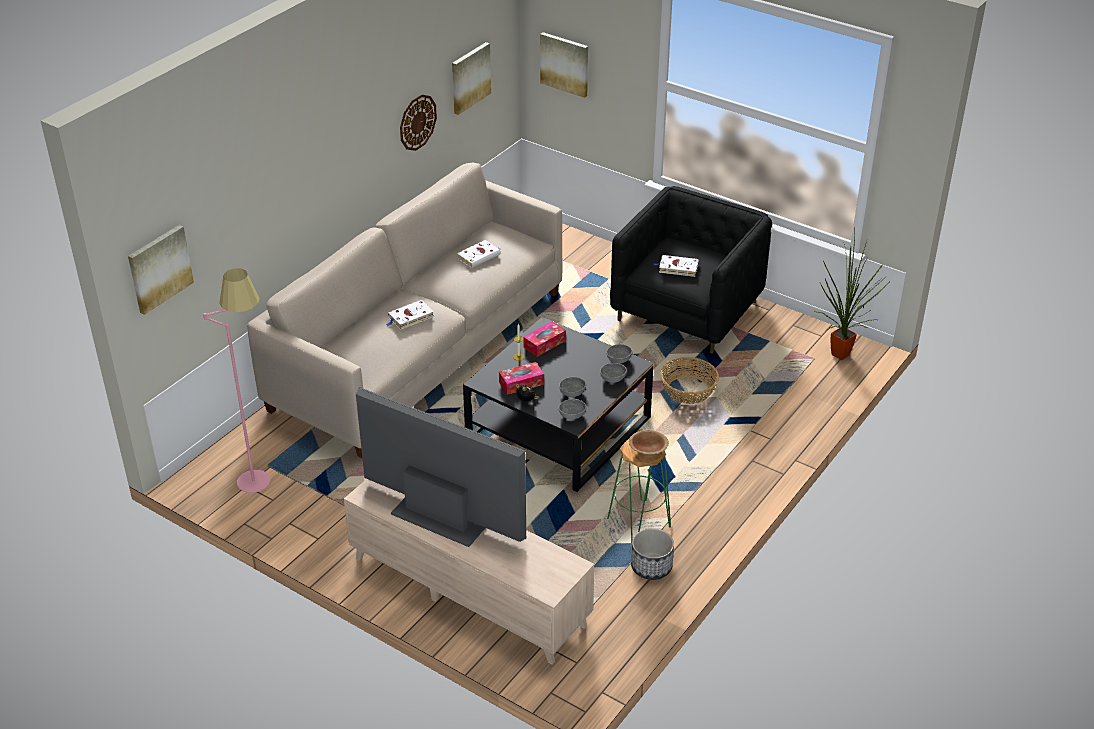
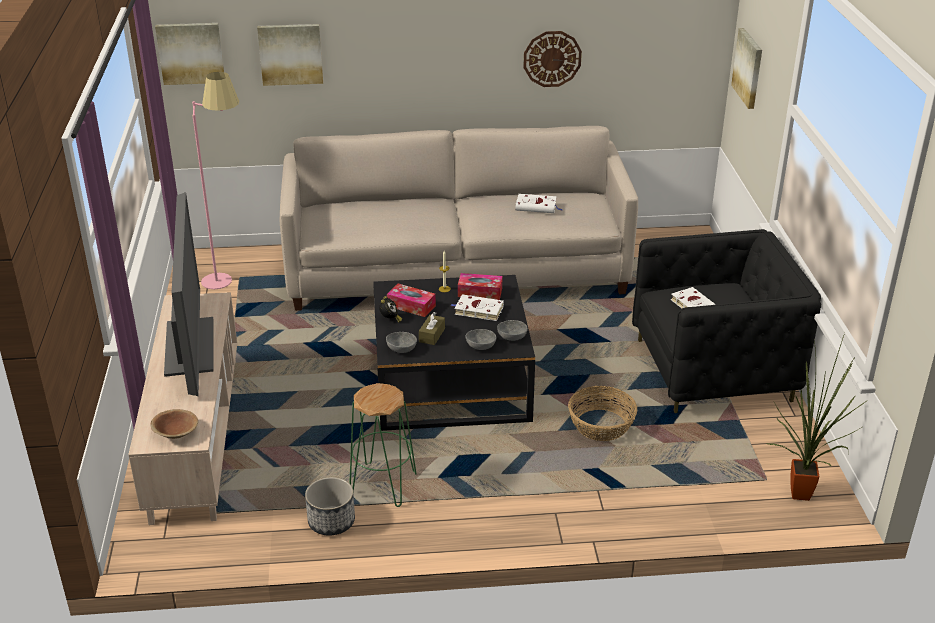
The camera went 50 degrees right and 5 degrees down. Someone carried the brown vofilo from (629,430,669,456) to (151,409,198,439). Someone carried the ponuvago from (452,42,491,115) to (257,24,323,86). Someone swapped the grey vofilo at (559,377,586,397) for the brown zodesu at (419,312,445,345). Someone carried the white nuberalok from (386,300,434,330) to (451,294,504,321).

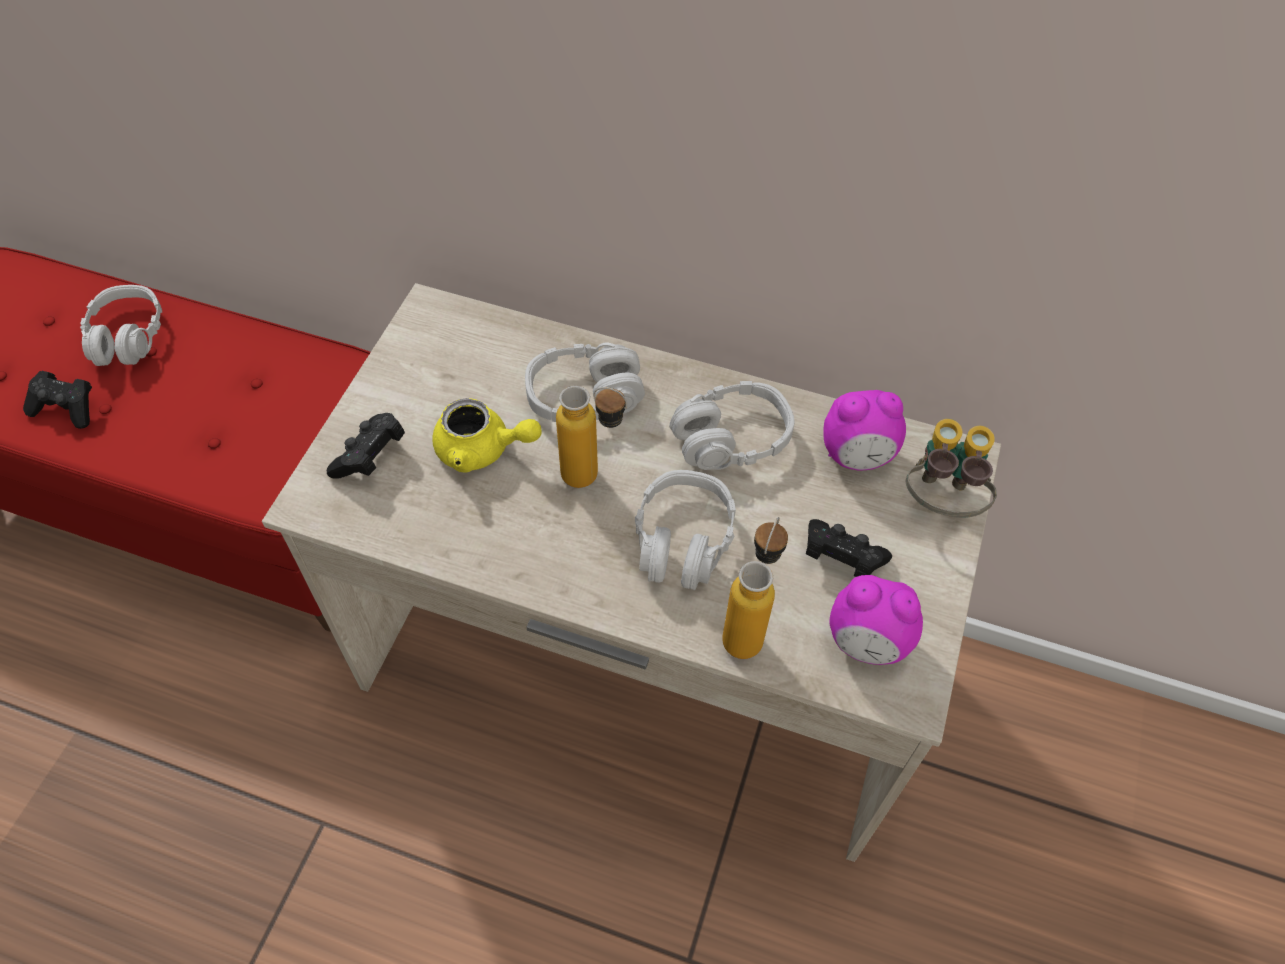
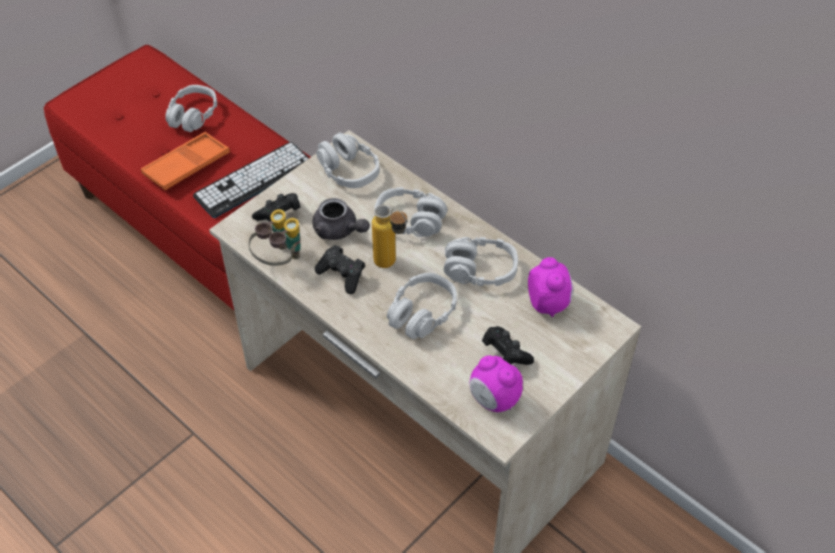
The camera went 25 degrees right and 5 degrees down. Someone put down the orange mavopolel at (141,132,230,190). Someone put down the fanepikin at (193,142,309,218). Someone carried the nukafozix from (906,419,997,518) to (249,209,301,266). Someone repainted the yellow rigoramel at (432,398,542,473), which became the grey rigoramel at (312,198,370,240). Someone carried the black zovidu from (23,371,92,429) to (315,245,365,294). Someone put down the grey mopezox at (316,132,379,188). Someone rotated the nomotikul at (823,390,906,471) by 120 degrees counterclockwise. Someone took away the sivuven at (722,517,788,659).

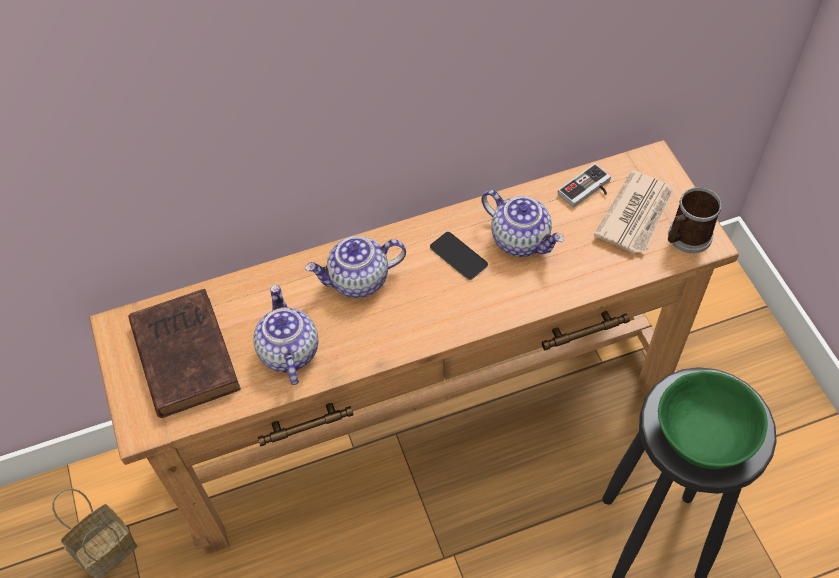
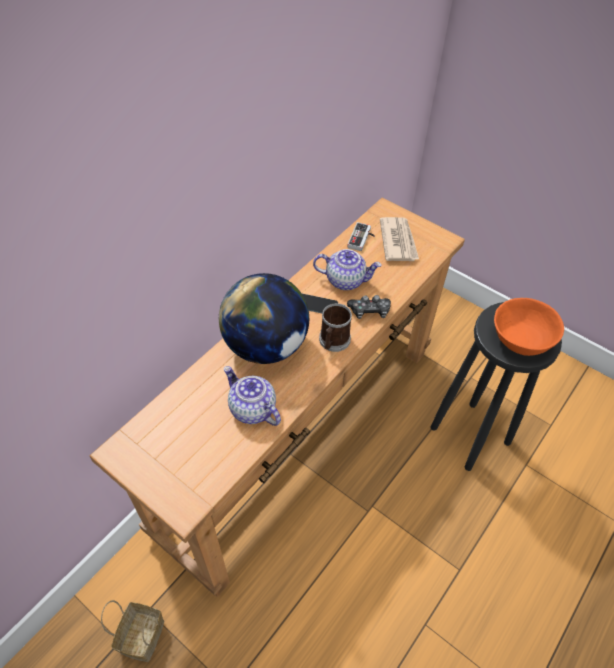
The camera went 35 degrees left and 5 degrees down. Someone swapped the rigoramel at (305,236,406,298) for the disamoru at (219,273,309,364). Someone carried the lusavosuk from (668,187,722,254) to (319,303,352,352). Someone put down the zovidu at (347,295,391,319). Someone repainted the green vofilo at (658,371,768,469), which became the orange vofilo at (494,298,564,356). Someone took away the brown nuberalok at (128,289,241,418).

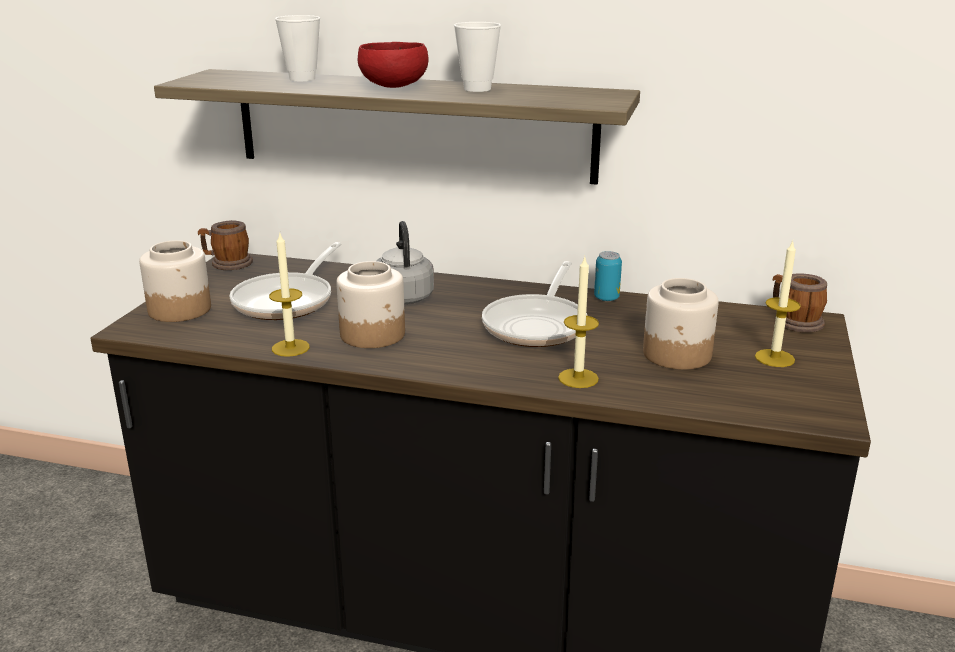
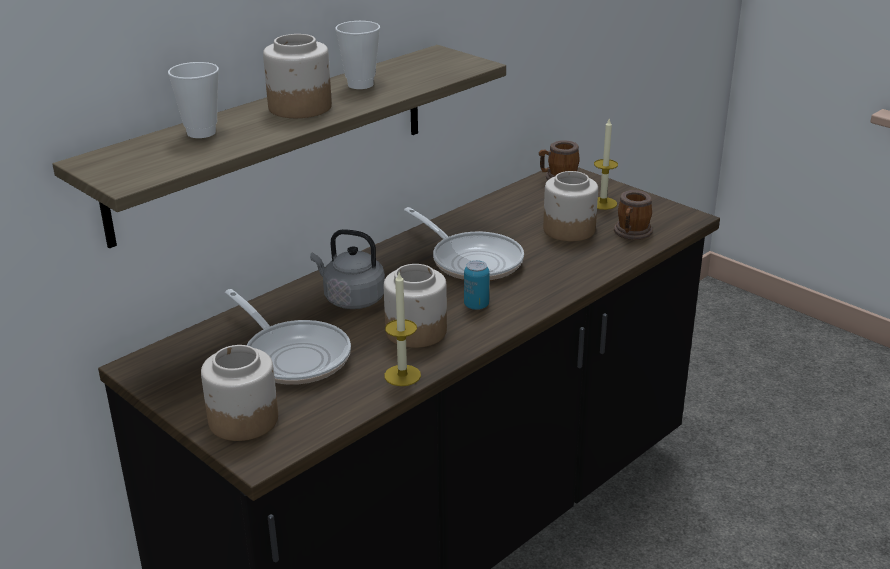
The camera went 60 degrees left and 5 degrees up. Someone swapped the red vofilo at (358,42,429,88) for the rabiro at (263,34,332,118). Someone carried the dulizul from (594,251,622,301) to (464,260,490,310). Someone carried the lusavosuk from (198,220,253,270) to (614,190,653,240). Someone took away the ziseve at (558,257,599,388).

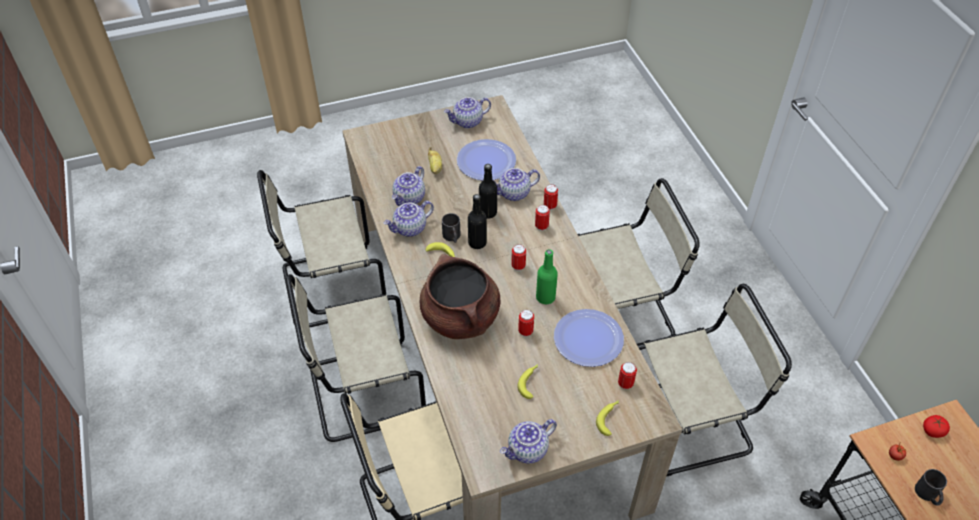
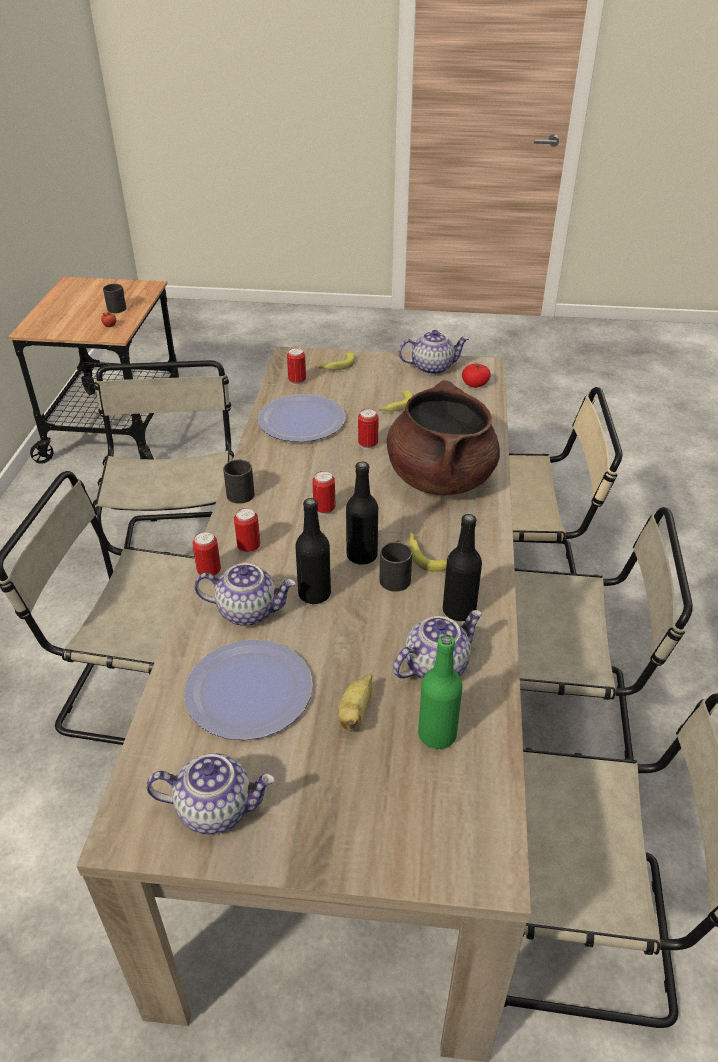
The camera went 155 degrees left and 10 degrees down. Someone rotated the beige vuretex at (638,284,792,477) by 75 degrees clockwise. Someone put down the black lusavosuk at (223,459,255,504). Someone carried the green sivuven from (536,249,558,304) to (418,635,463,749). Someone swapped the rigoramel at (384,201,434,237) for the black sivuven at (443,514,482,621). Someone carried the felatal from (923,415,950,438) to (462,364,491,388).

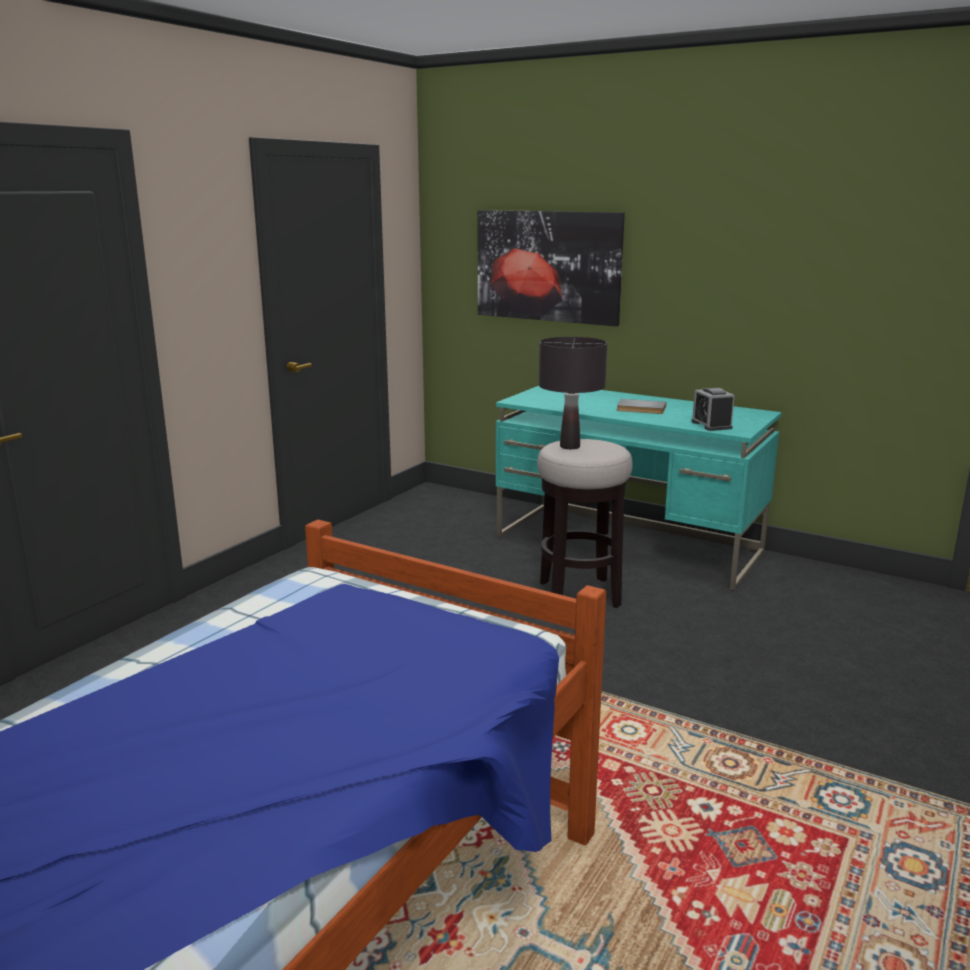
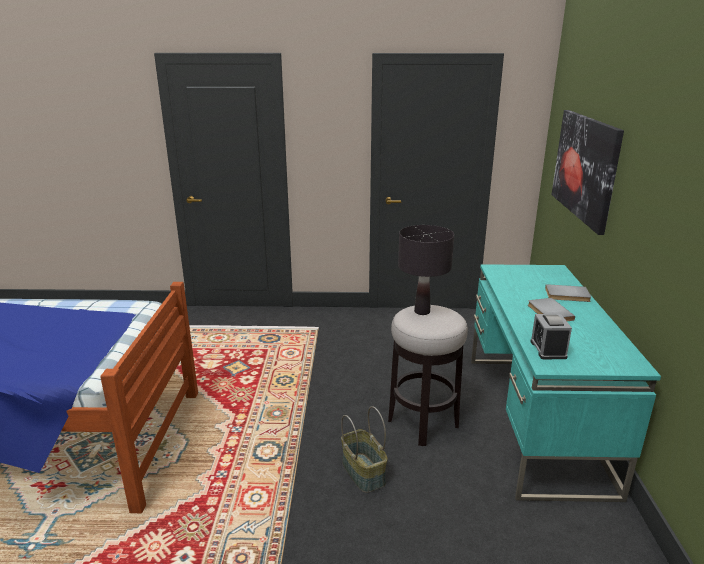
The camera went 60 degrees right and 5 degrees up. Someone put down the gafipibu at (341,406,388,493). Someone rotated the nomotikul at (691,388,735,431) by 45 degrees counterclockwise. Someone put down the grey nuberalok at (545,284,591,302).

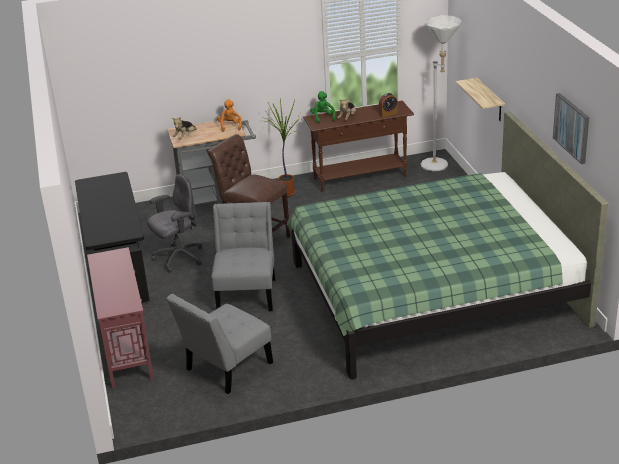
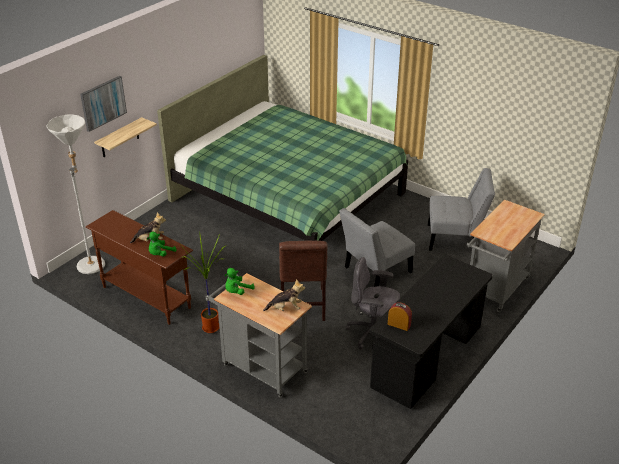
The camera went 130 degrees left and 5 degrees up. Someone carried the ponuvago from (553,93,589,164) to (80,76,127,132). Someone repainted the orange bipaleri at (217,99,242,132), which became the green bipaleri at (225,268,255,295). Someone carried the nomotikul from (379,93,398,117) to (388,302,412,331). Someone swapped the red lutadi at (87,247,154,388) for the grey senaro at (467,200,545,312).

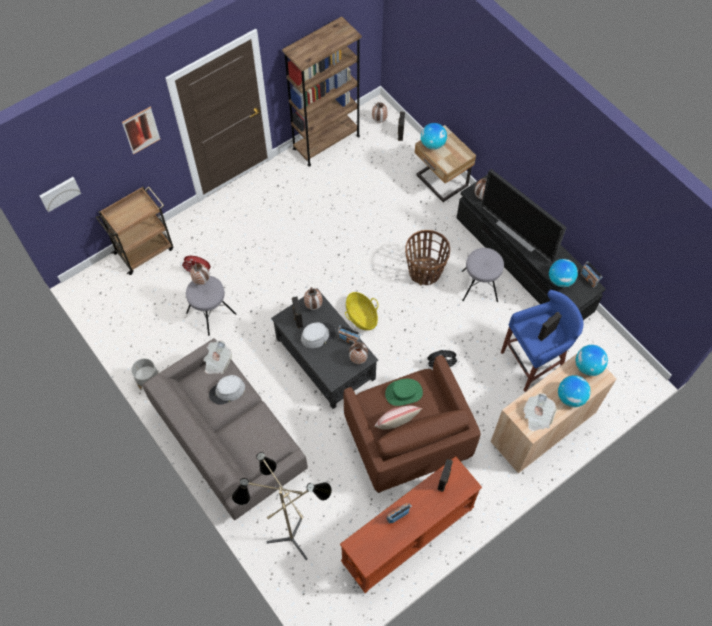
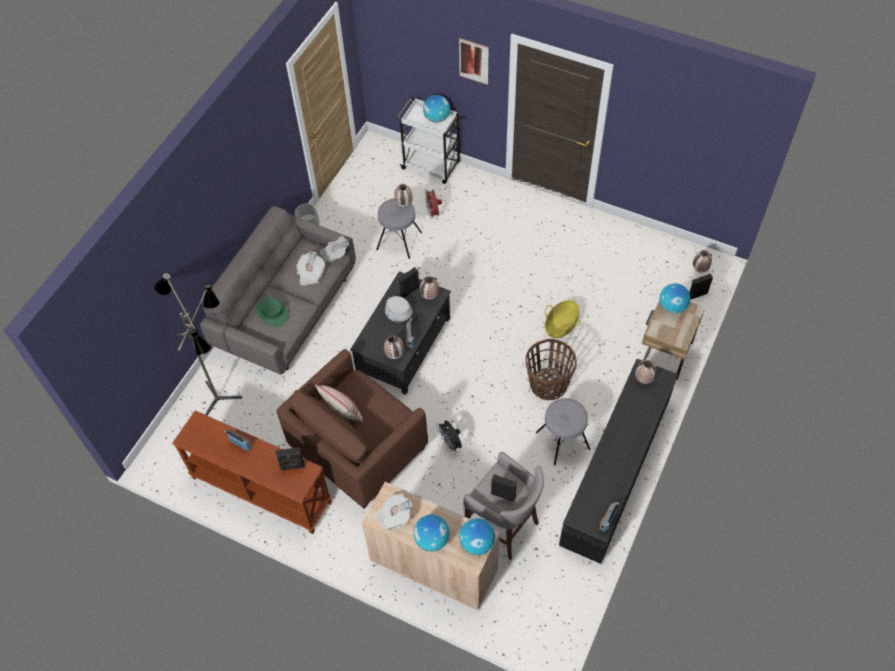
The camera went 65 degrees right and 5 degrees down. Someone carried the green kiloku from (385,379,423,406) to (256,297,289,327). Someone swapped the grey kiloku at (209,375,245,405) for the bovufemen at (296,252,325,285). Someone repainted the brown senaro at (96,186,173,275), which became the white senaro at (396,98,463,184). Someone carried the disamoru from (549,259,578,287) to (423,95,450,123). Someone repainted the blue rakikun at (501,290,583,392), which became the grey rakikun at (463,452,544,560). Someone carried the gafipibu from (345,292,379,330) to (545,300,580,338). Someone took away the ponuvago at (40,177,81,212). Someone took away the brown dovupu at (282,16,362,167). Someone took away the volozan at (481,169,566,262).

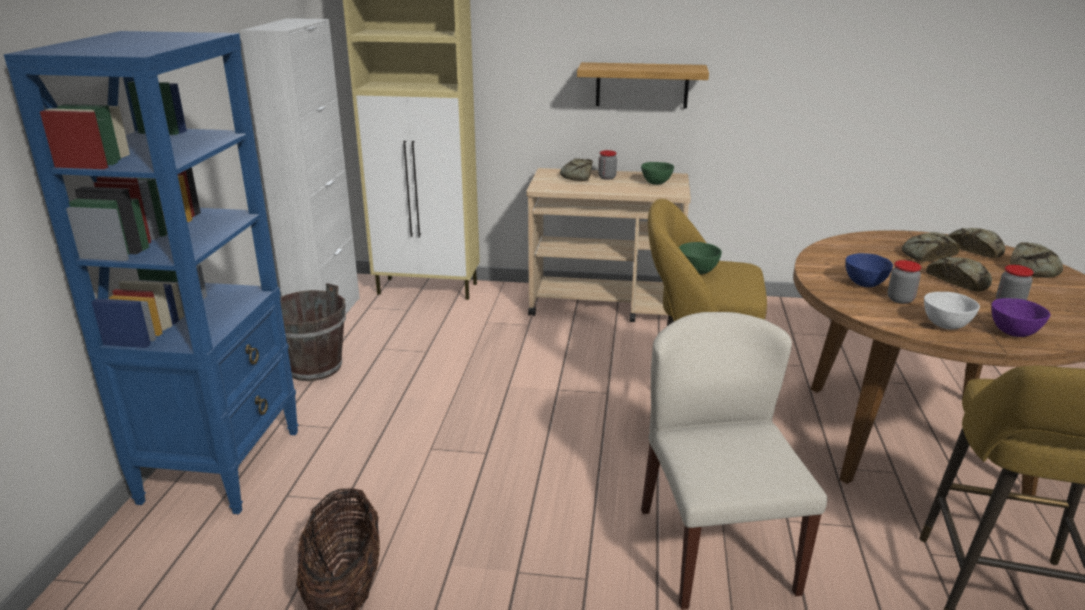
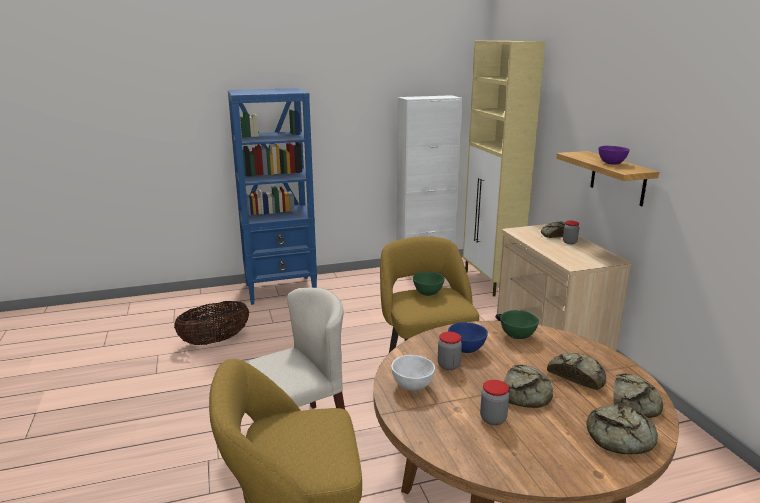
The camera went 65 degrees right and 5 degrees down. Someone carried the green vofilo from (641,162,674,185) to (500,310,539,339). Someone carried the purple vofilo from (992,298,1050,337) to (599,146,630,164). Someone took away the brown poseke at (280,283,346,381).

